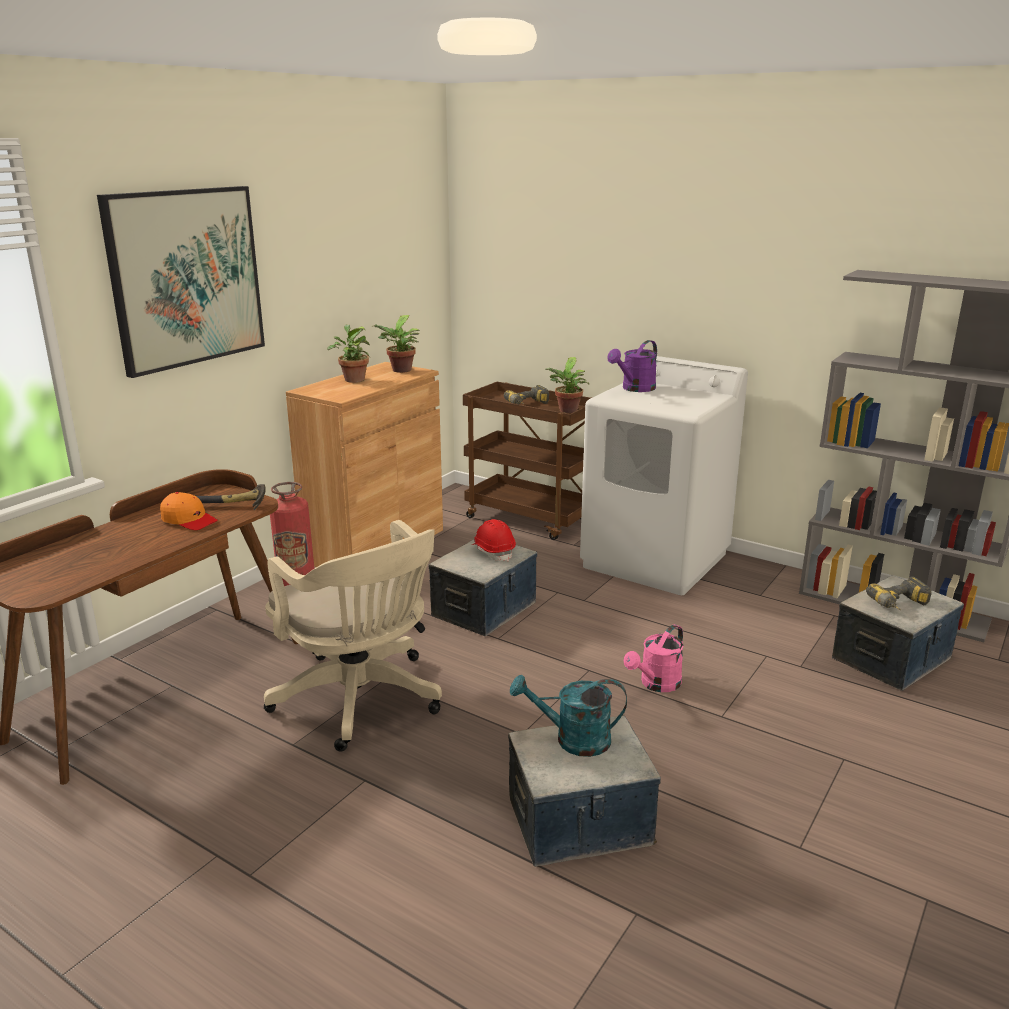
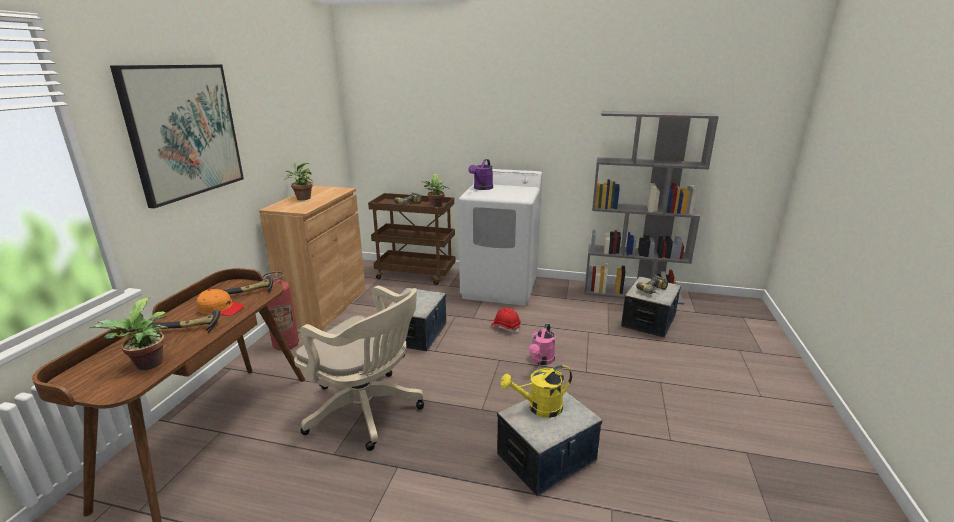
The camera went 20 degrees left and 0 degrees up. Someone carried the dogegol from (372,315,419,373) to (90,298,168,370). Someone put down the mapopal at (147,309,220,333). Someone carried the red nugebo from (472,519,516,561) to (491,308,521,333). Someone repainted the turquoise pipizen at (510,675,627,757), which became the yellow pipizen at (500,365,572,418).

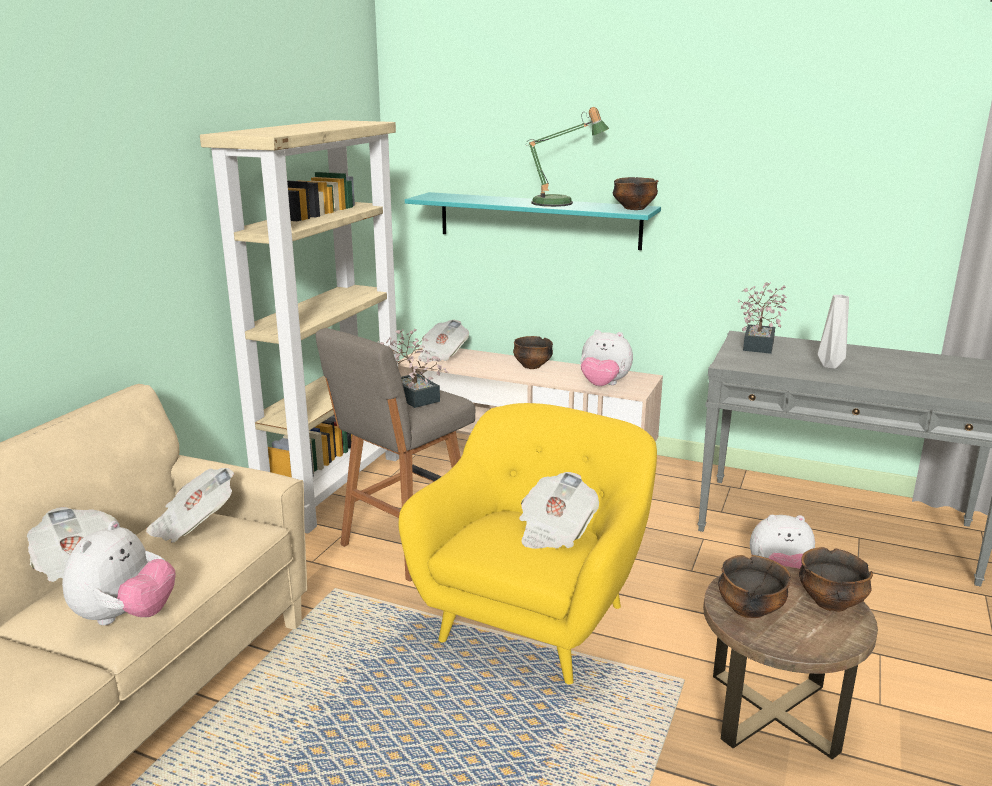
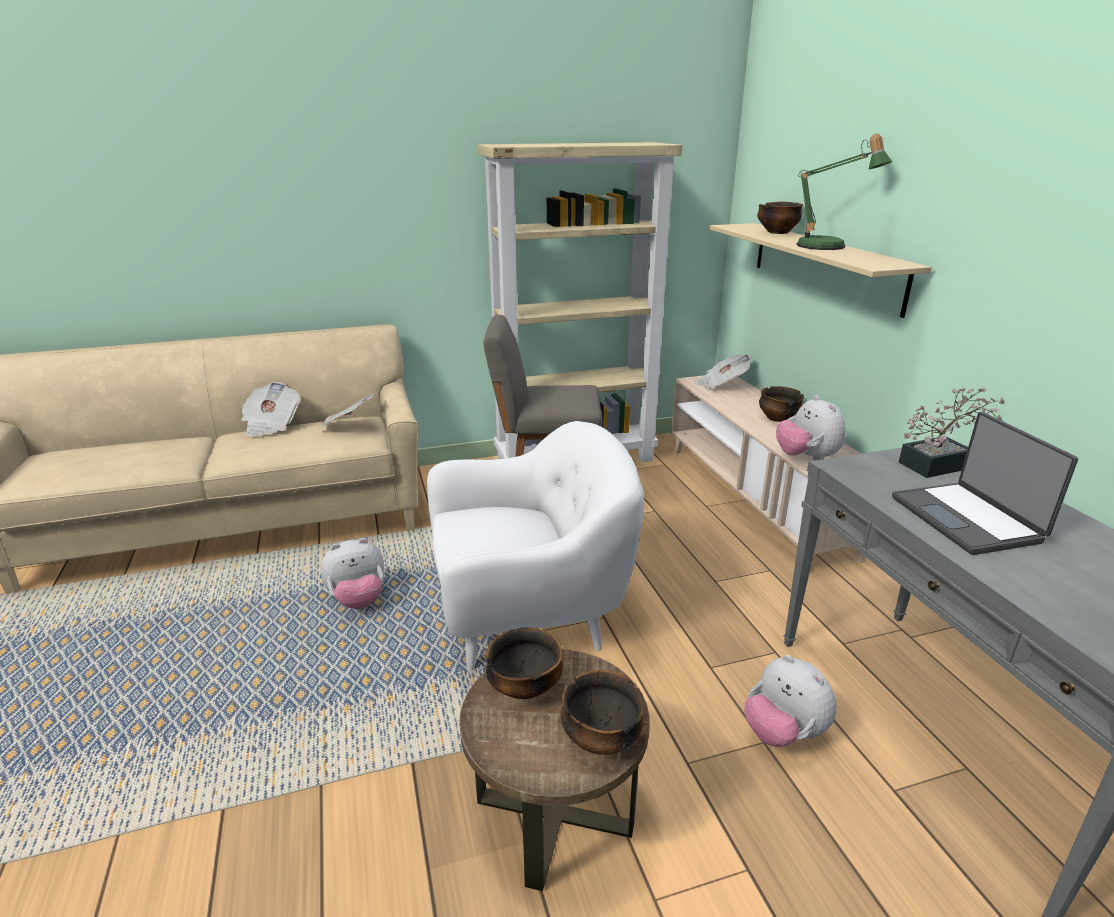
The camera went 50 degrees right and 5 degrees up. Someone carried the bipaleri from (62,521,176,625) to (321,538,384,609). Someone repainted the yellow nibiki at (399,403,657,684), which became the white nibiki at (427,421,644,671). Someone repainted the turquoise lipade at (405,192,661,250), which became the beige lipade at (709,223,932,318). Someone carried the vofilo from (613,177,658,210) to (757,202,803,234). Someone swapped the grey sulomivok at (818,295,849,369) for the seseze at (892,412,1078,555). Someone took away the dogegol at (378,329,448,408). Someone took away the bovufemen at (519,472,599,549).

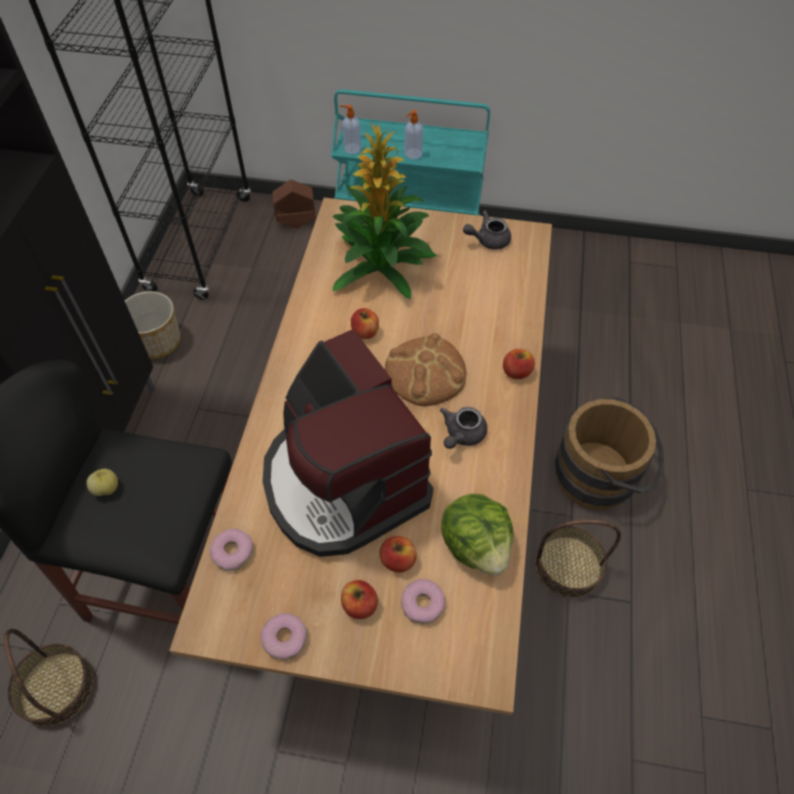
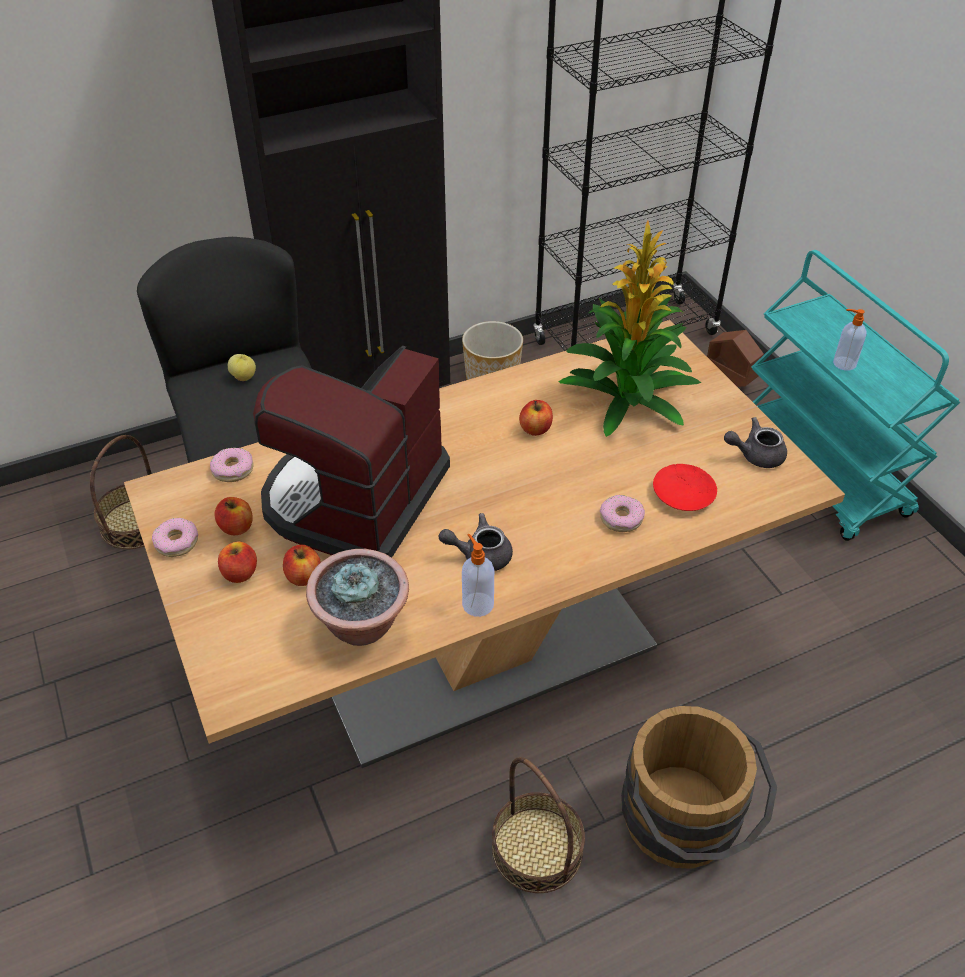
The camera went 55 degrees right and 10 degrees down. Someone carried the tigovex from (503,349,535,379) to (215,497,253,535). Someone swapped the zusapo at (441,494,514,576) for the dogegol at (306,549,409,646). Someone carried the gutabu from (339,105,361,154) to (462,534,494,617). Someone carried the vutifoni from (401,579,445,625) to (600,495,645,532). Someone put down the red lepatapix at (653,464,717,511). Someone rotated the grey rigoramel at (463,211,511,250) by 45 degrees counterclockwise. Someone took away the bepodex at (385,333,466,406).

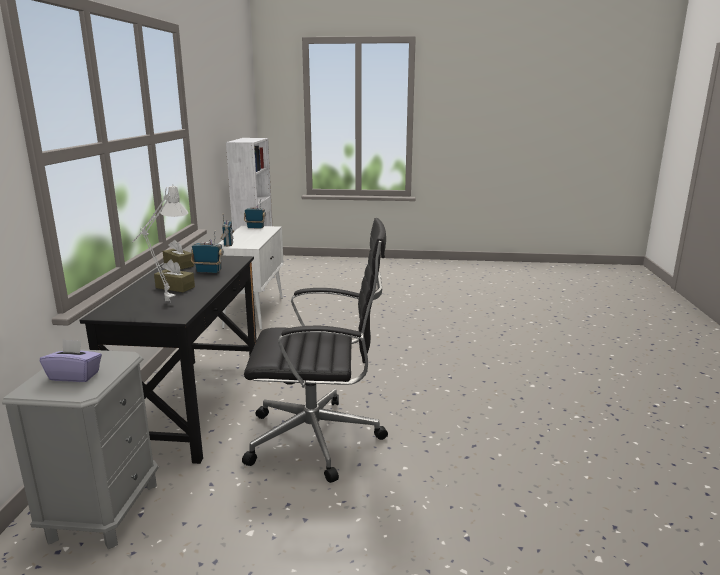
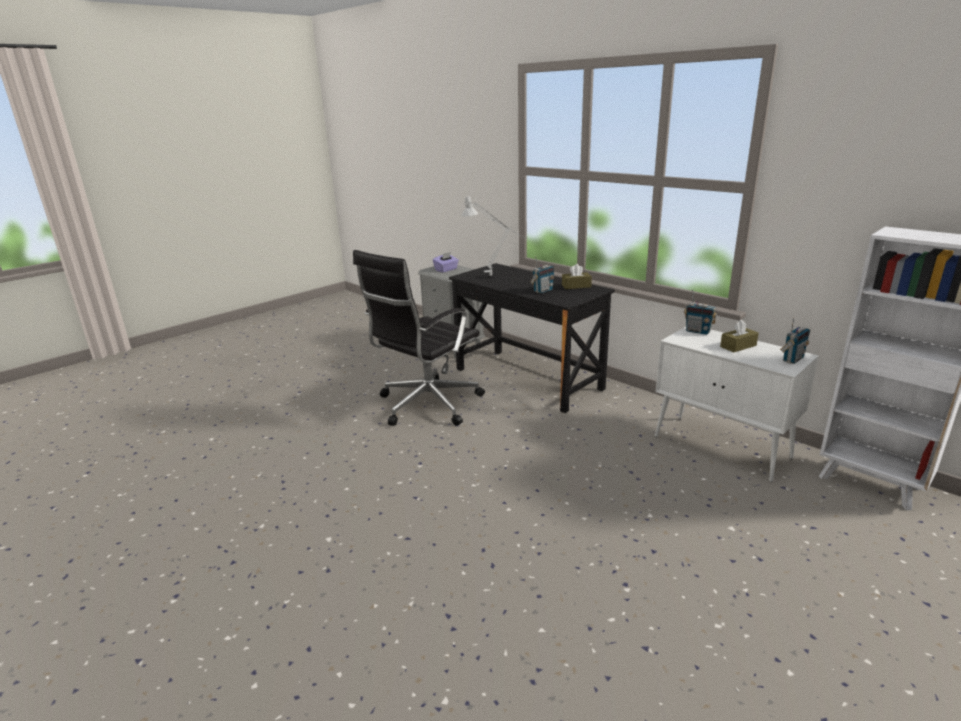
The camera went 130 degrees right and 5 degrees up. Someone carried the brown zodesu from (154,260,195,292) to (720,320,759,352).

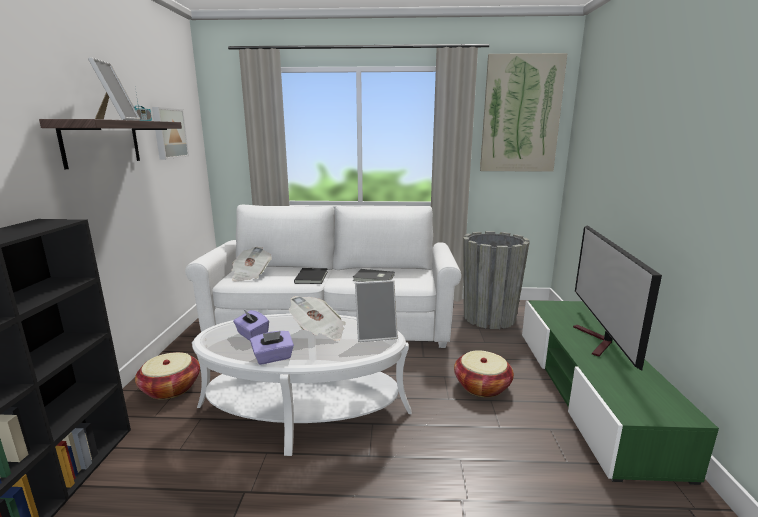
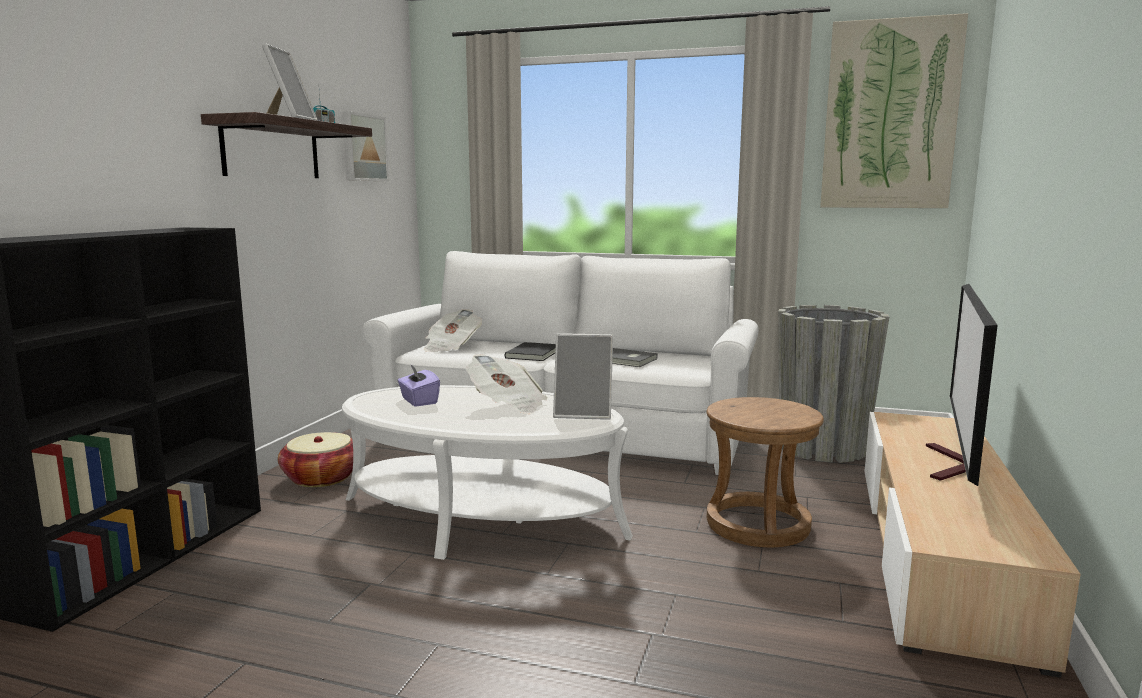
The camera went 15 degrees right and 5 degrees down. Someone swapped the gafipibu at (454,350,514,397) for the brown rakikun at (706,397,824,547). Someone repainted the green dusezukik at (522,300,719,485), which became the beige dusezukik at (864,412,1081,678). Someone took away the purple zodesu at (250,331,294,365).

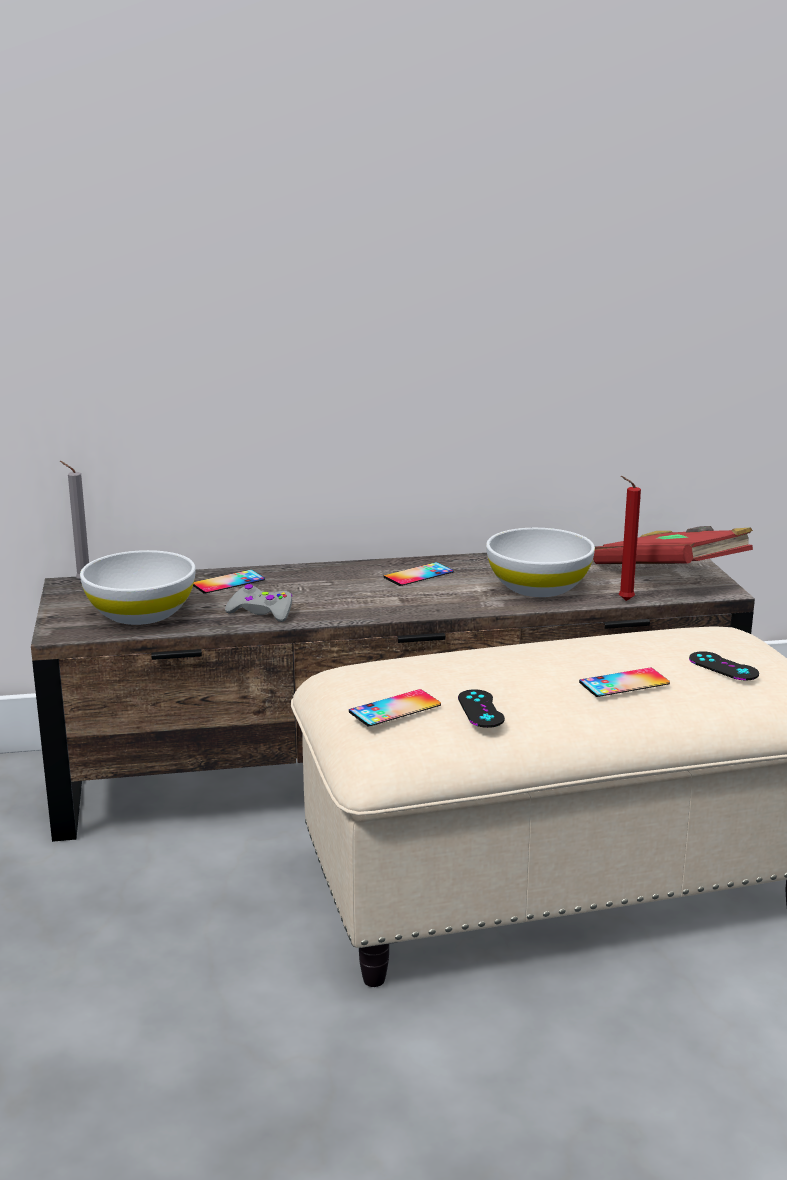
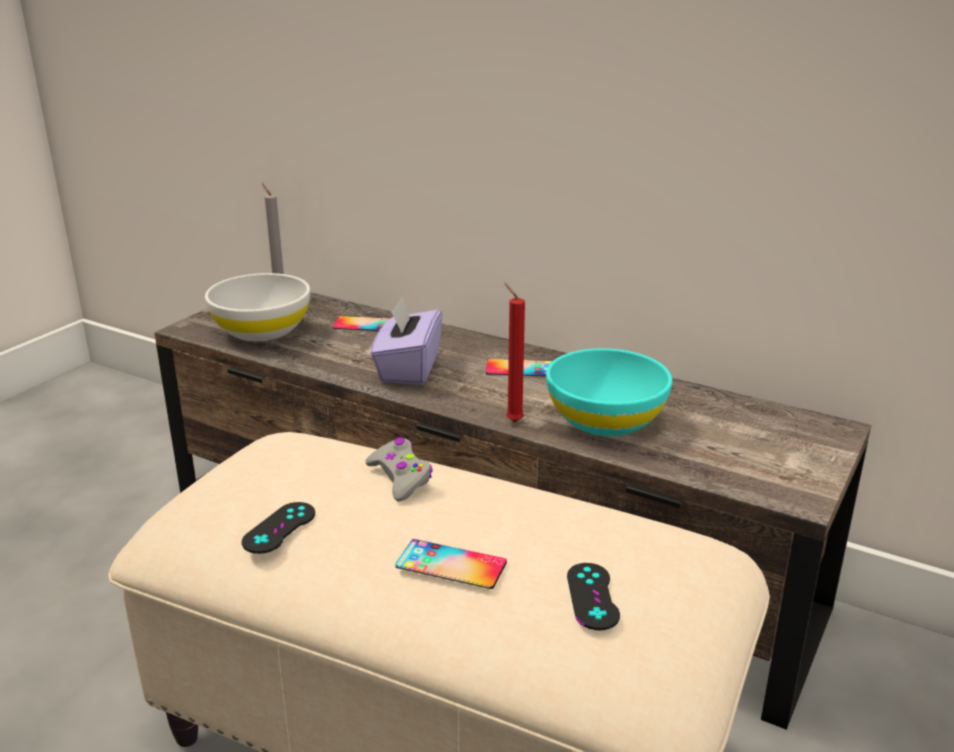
The camera went 40 degrees right and 5 degrees up. Someone carried the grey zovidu from (225,584,292,622) to (365,438,433,501). Someone put down the purple zodesu at (370,296,443,385). Someone carried the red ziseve from (619,476,641,601) to (504,283,525,422). Someone repainted the white vofilo at (486,528,595,597), which became the turquoise vofilo at (546,348,672,436). Someone took away the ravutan at (349,689,441,727). Someone took away the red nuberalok at (593,526,753,564).

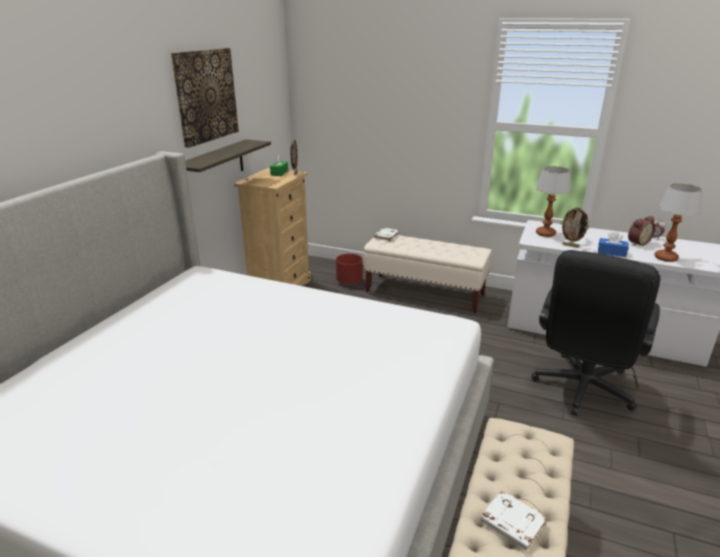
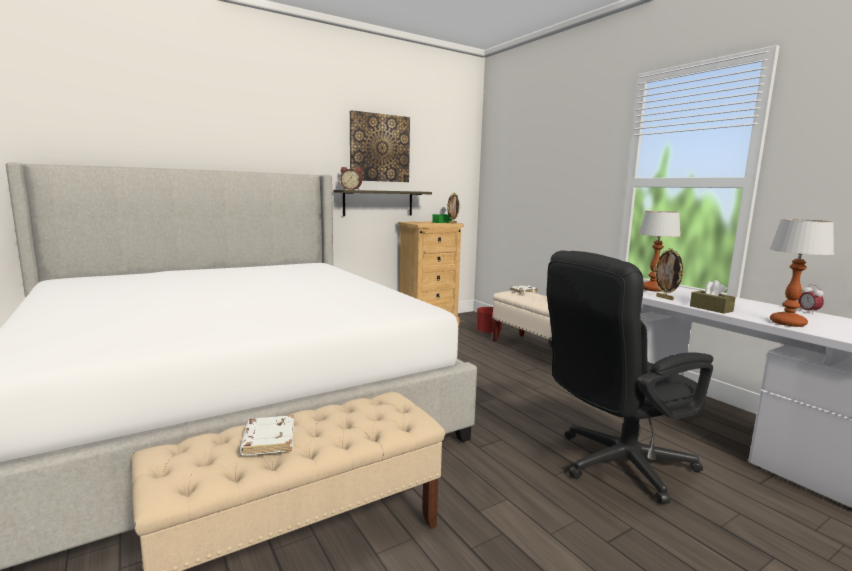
The camera went 35 degrees right and 15 degrees down. Someone carried the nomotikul from (628,216,655,246) to (340,167,362,190). Someone repainted the blue zodesu at (598,231,629,257), which became the brown zodesu at (690,280,736,314).

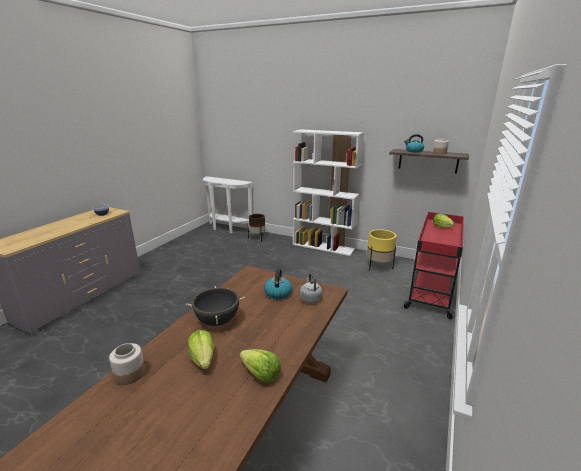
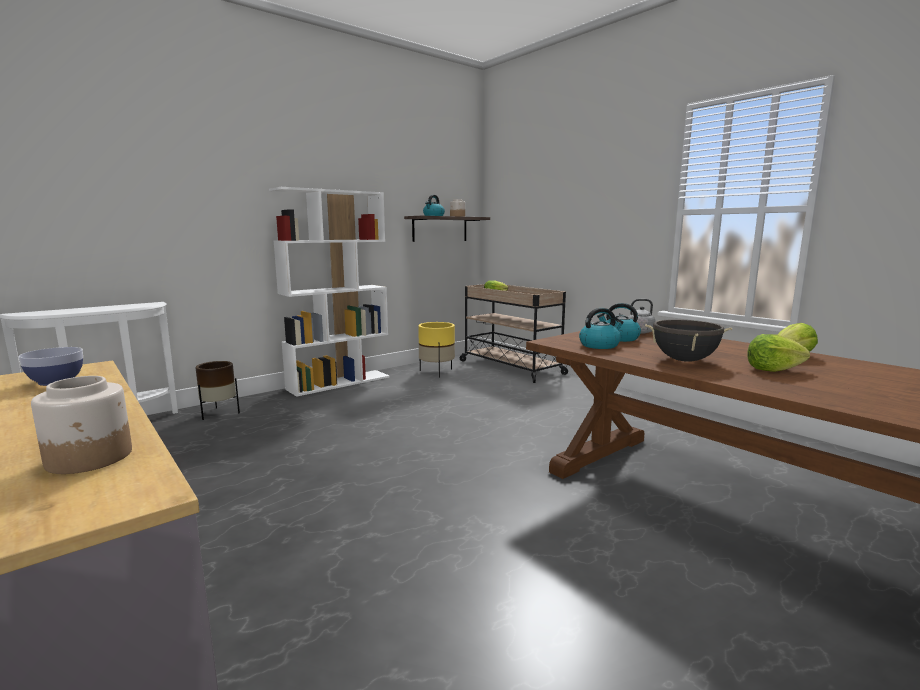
The camera went 65 degrees left and 10 degrees down. Someone carried the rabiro from (109,343,145,385) to (31,376,132,474). Someone repainted the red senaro at (403,212,464,319), which became the beige senaro at (460,284,570,383). Someone put down the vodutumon at (579,308,624,349).

